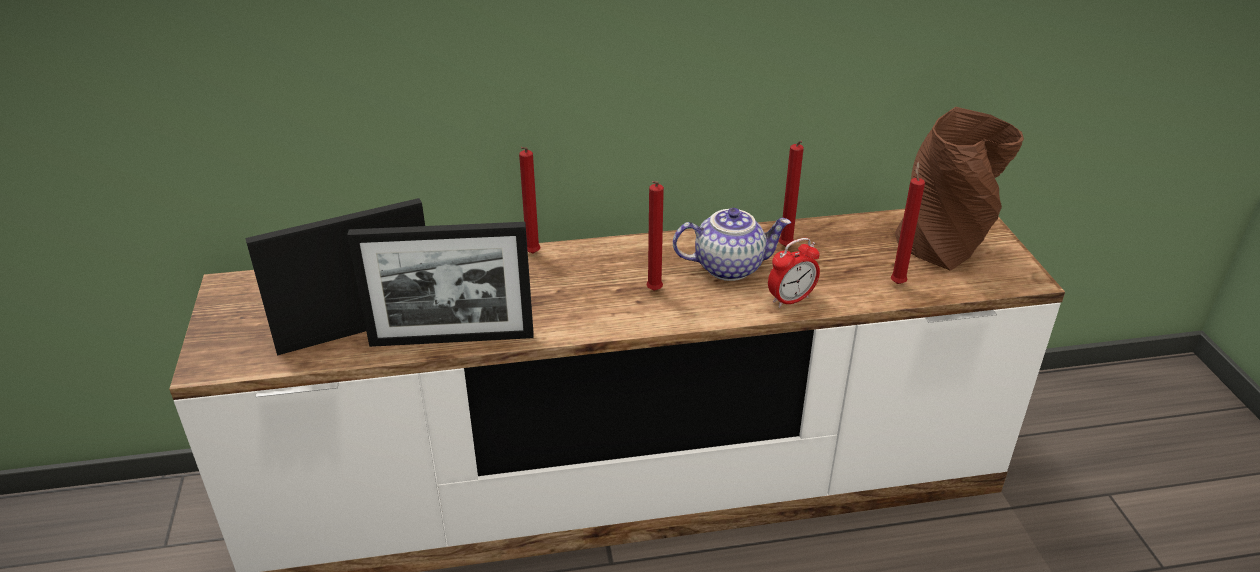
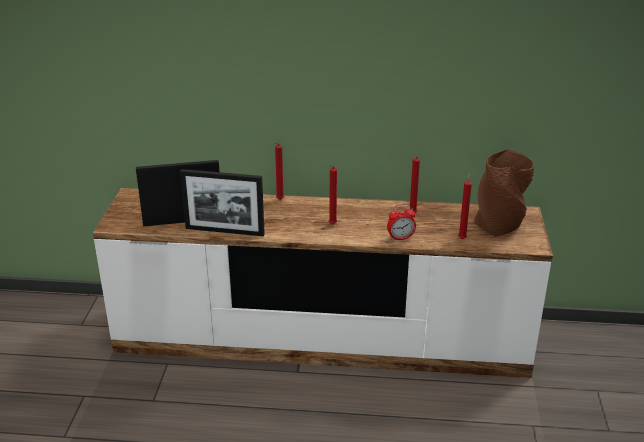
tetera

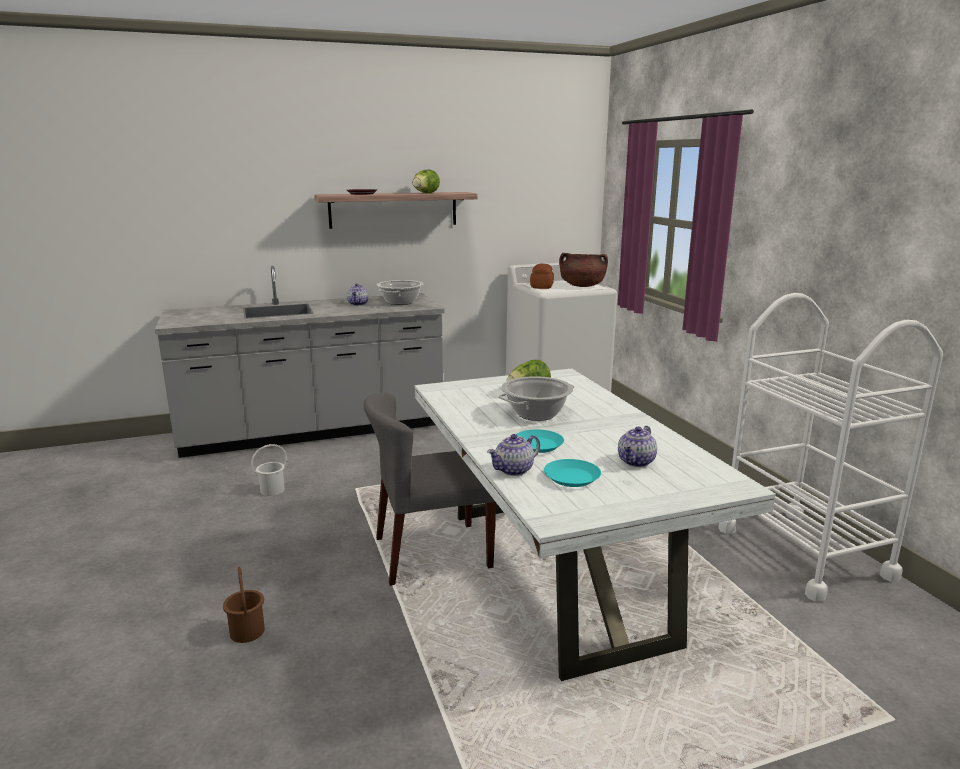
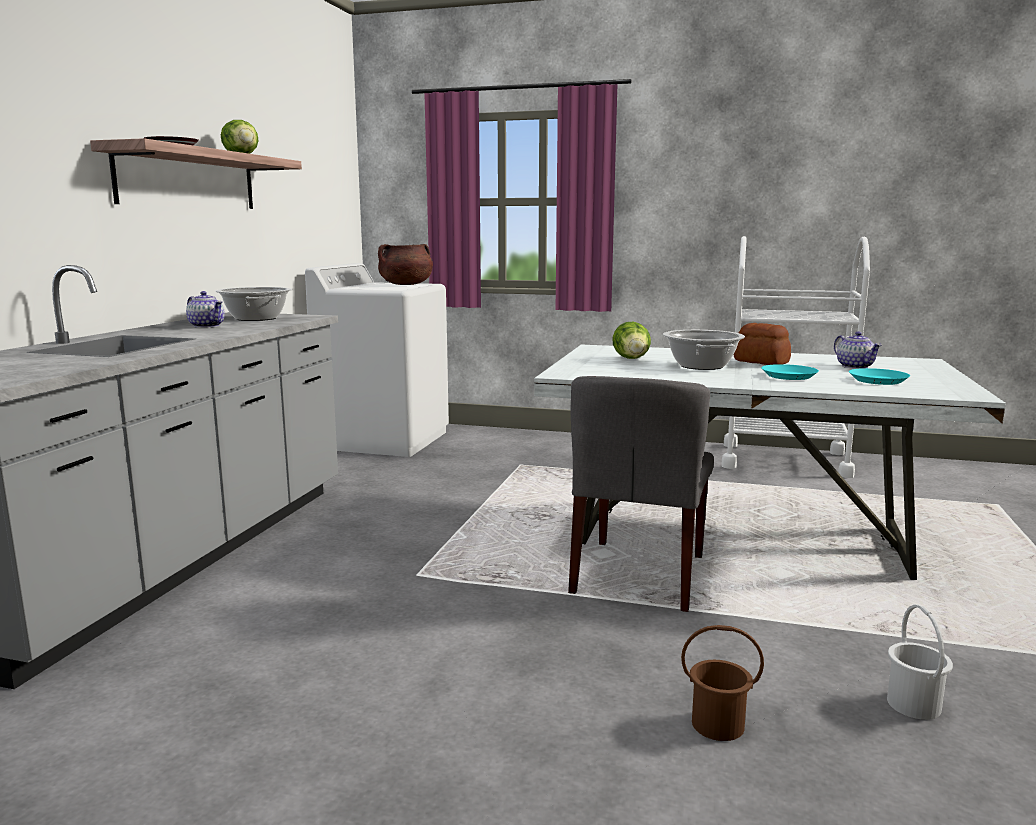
tetera (2nd from left in the first image)
cubo (blanco)
pan

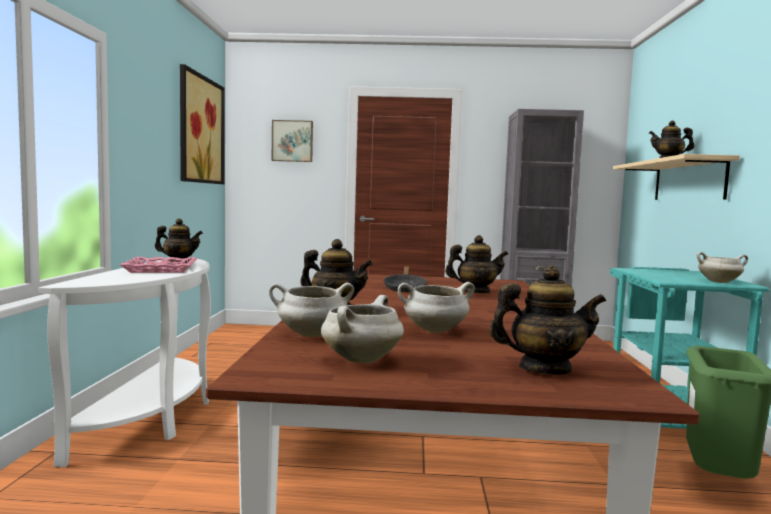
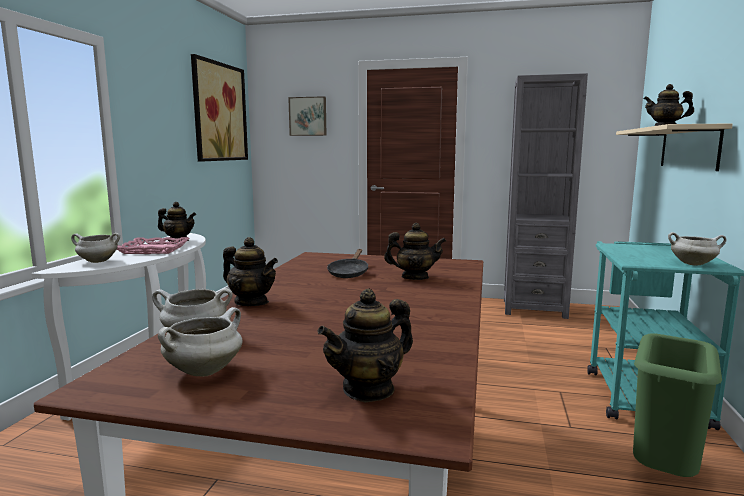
olla (blanco) (1st from left)
tetera (3rd from left)

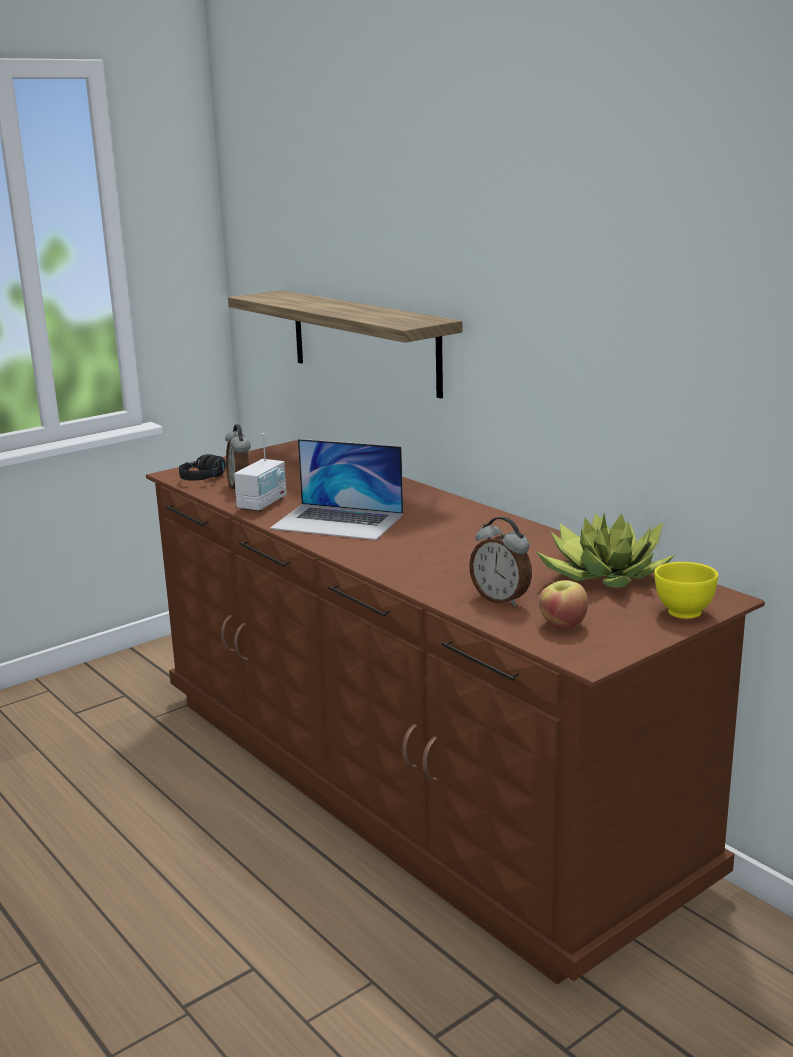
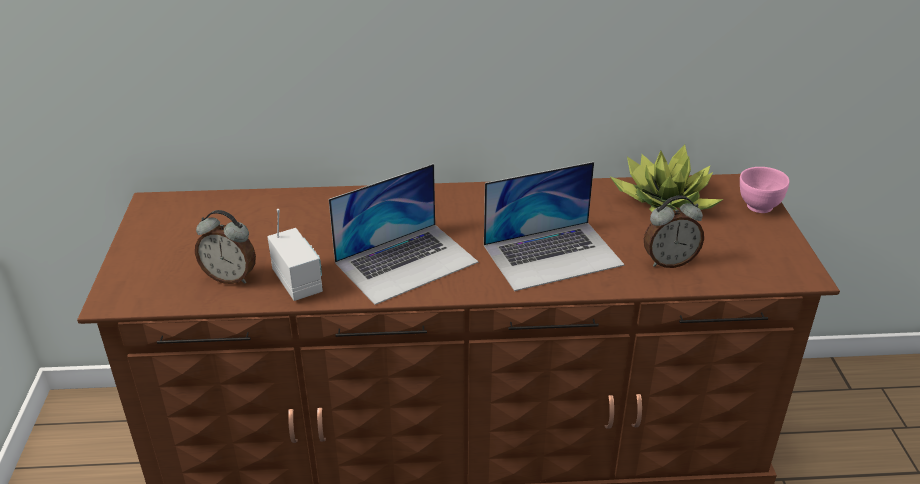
auriculares (negro)
estante
manzana
portátil (2nd from left)
cuenco (rosa)

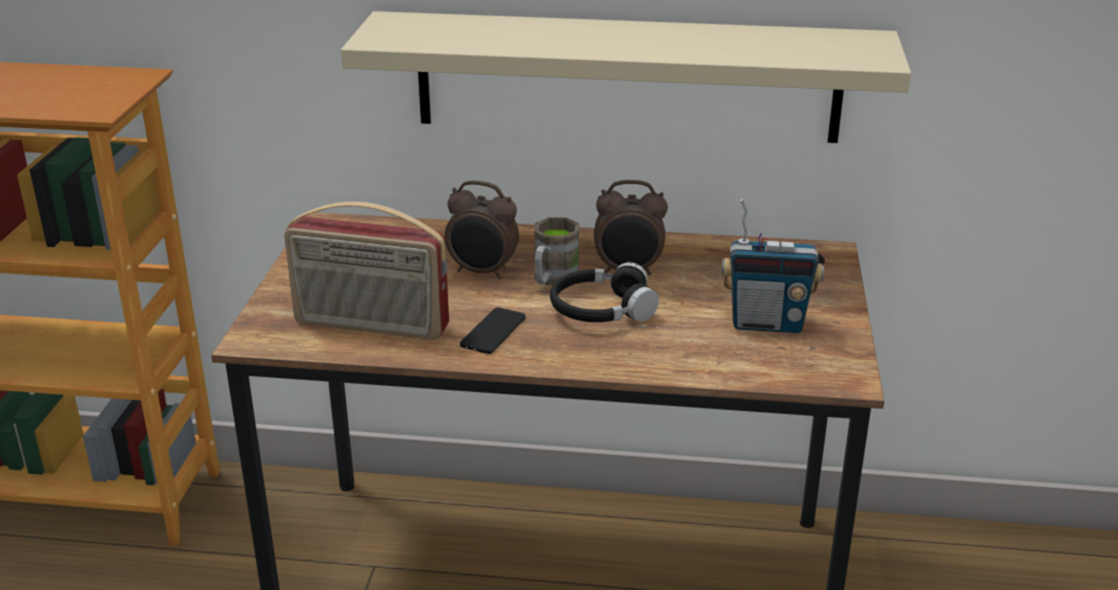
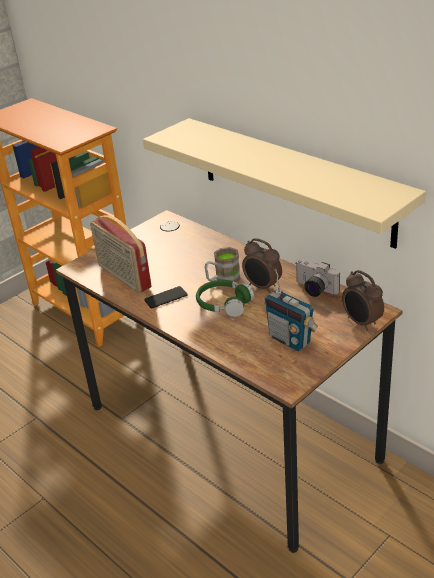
cámara
despertador (2nd from left)
auriculares (verde)

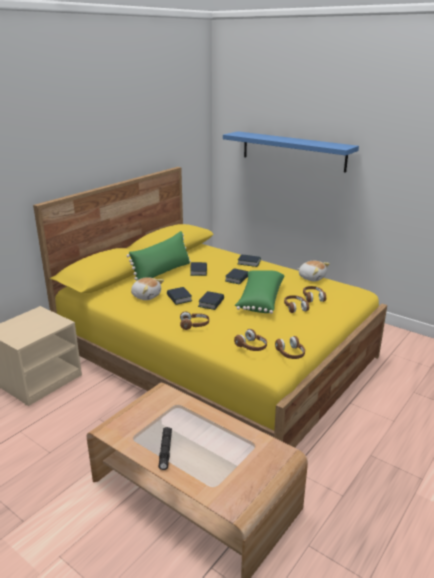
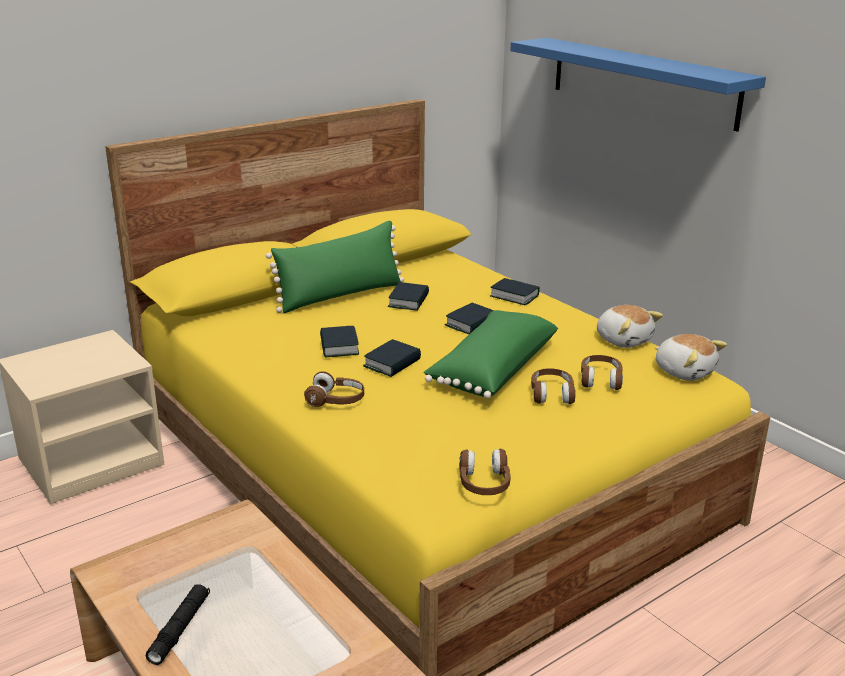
auriculares (marrón) (2nd from left in the first image)
peluche (2nd from left)

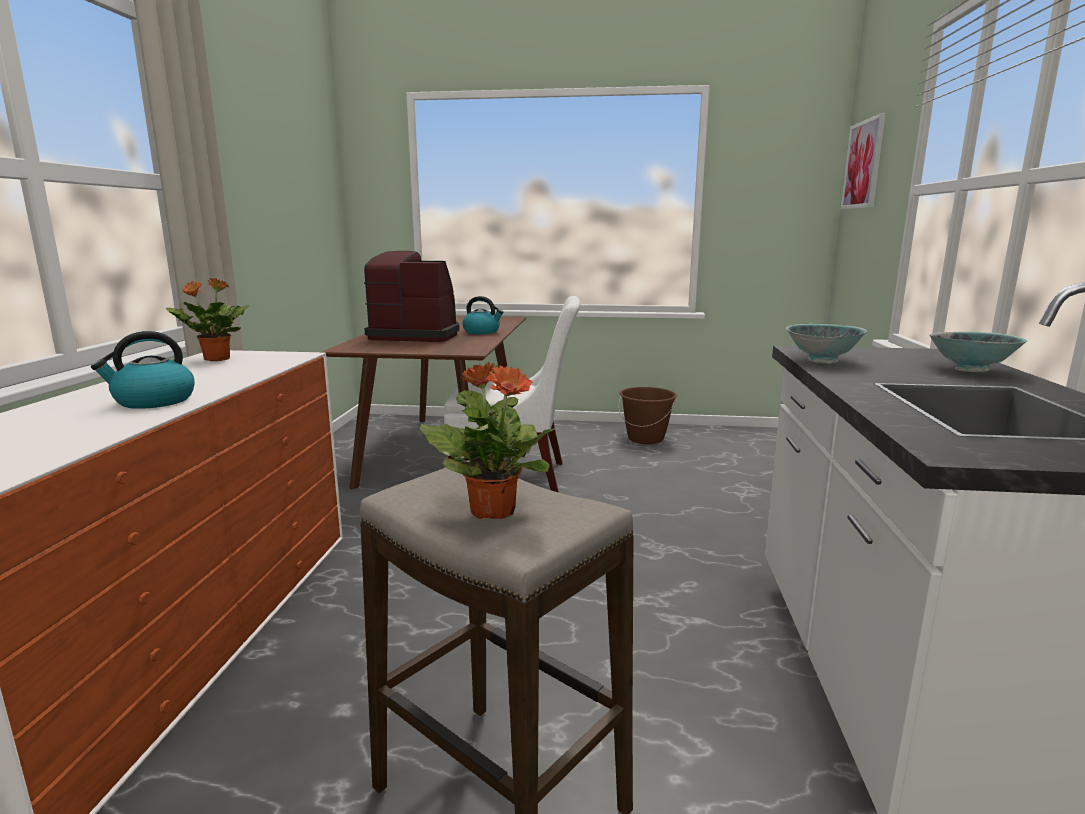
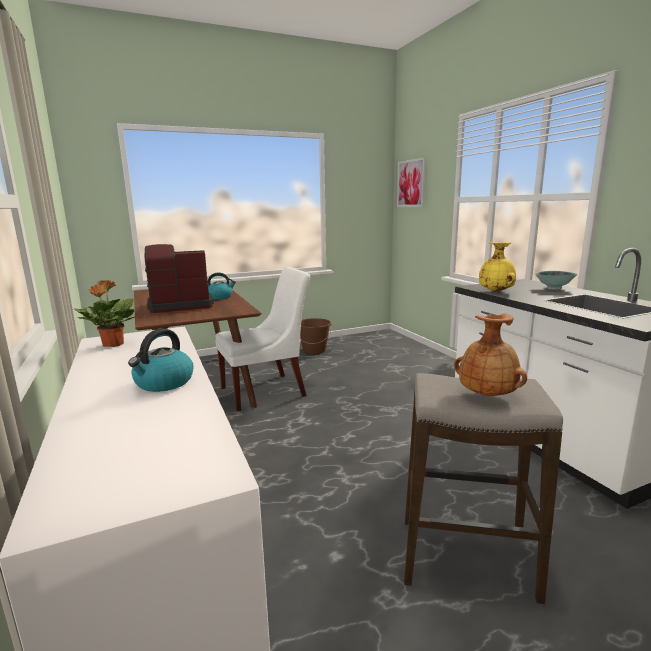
florero (marrón)
florero (amarillo)

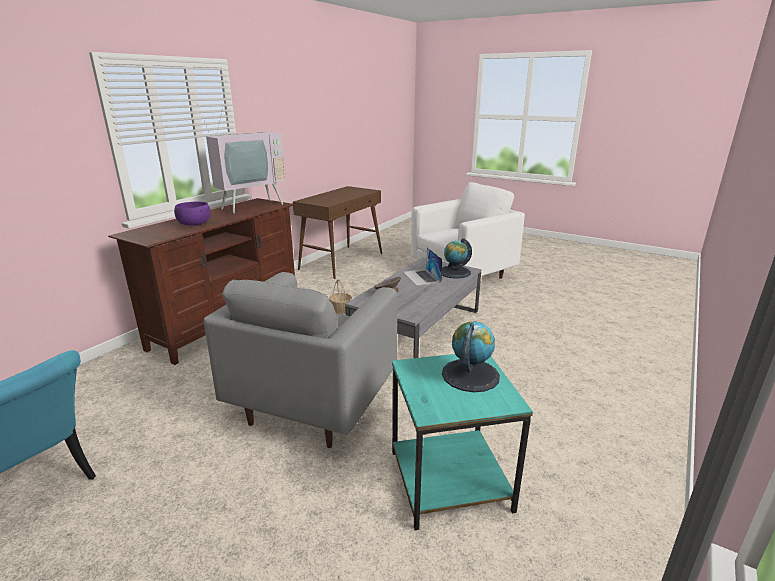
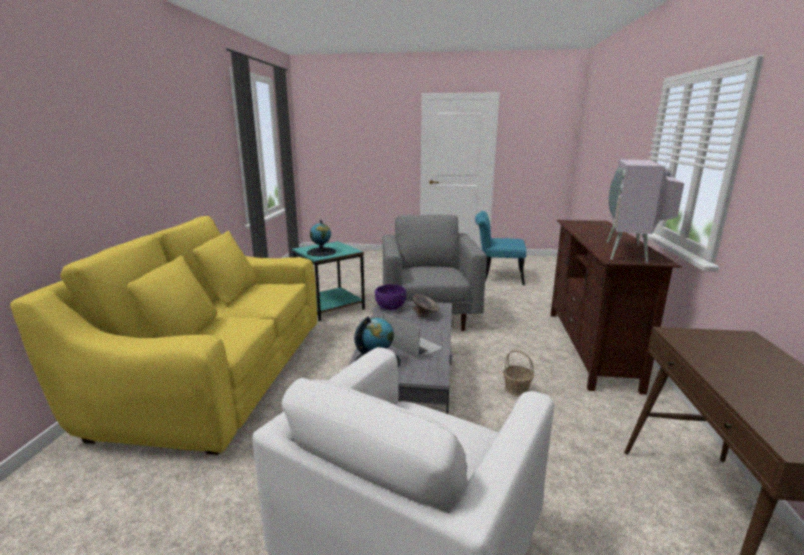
sofá (amarillo)
cuenco (morado)

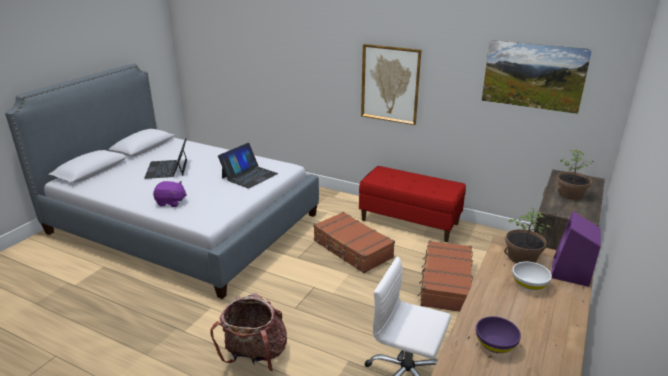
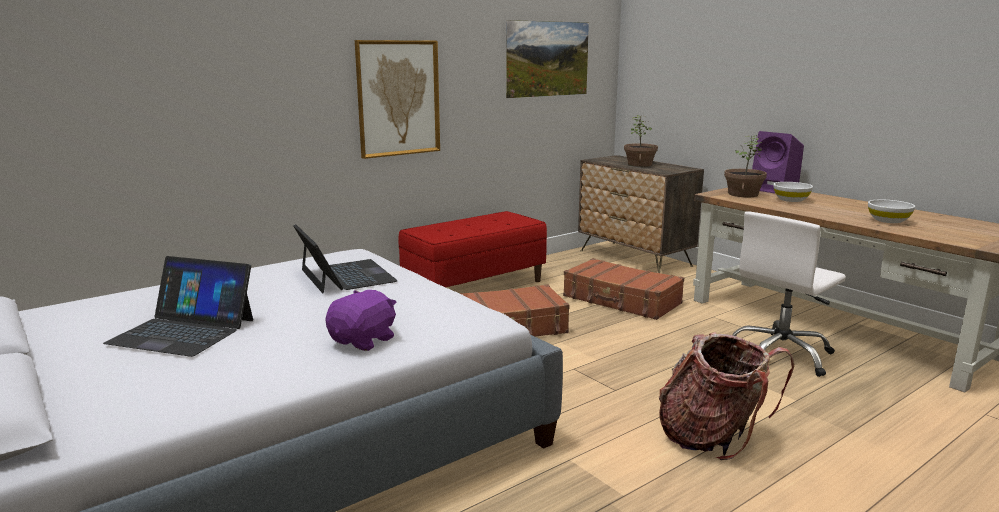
cuenco (blanco) (2nd from left)

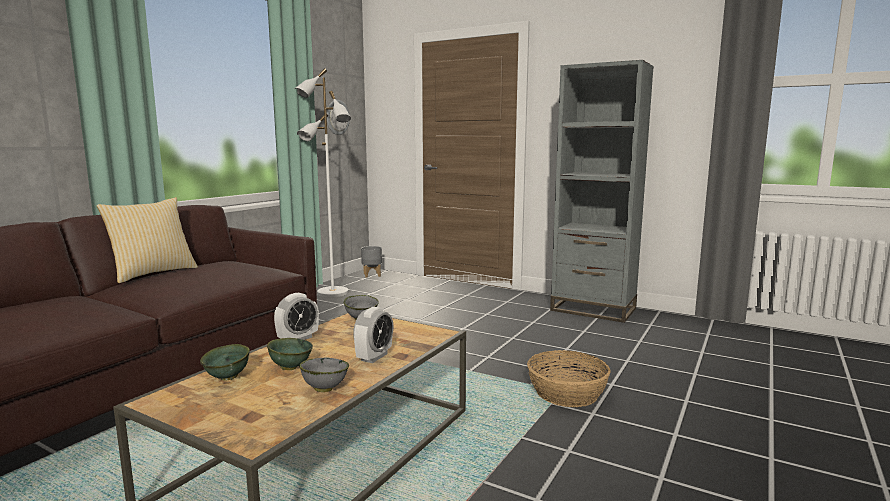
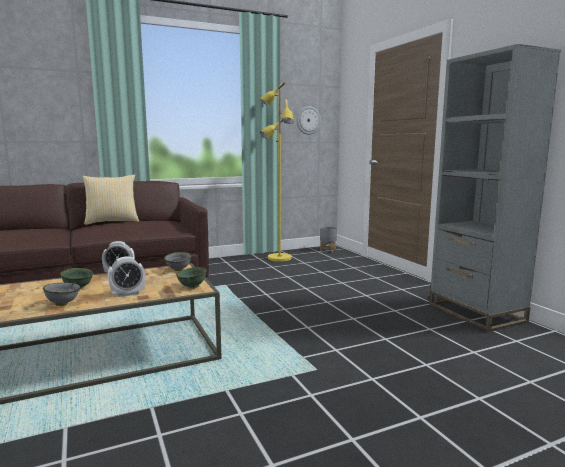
cesta
cuenco (verde) (2nd from left)
lámpara de pie (amarillo)

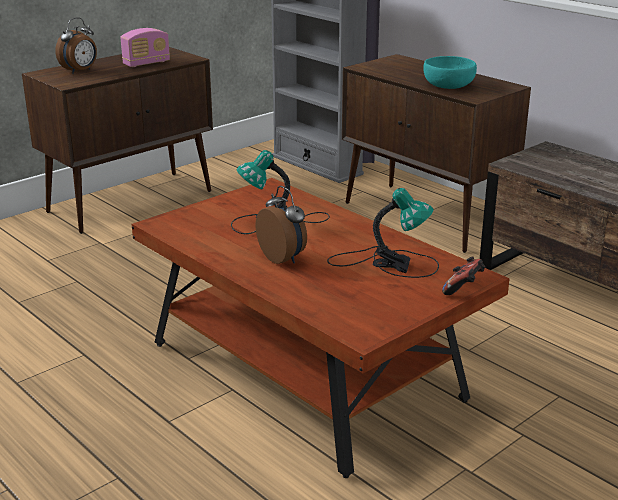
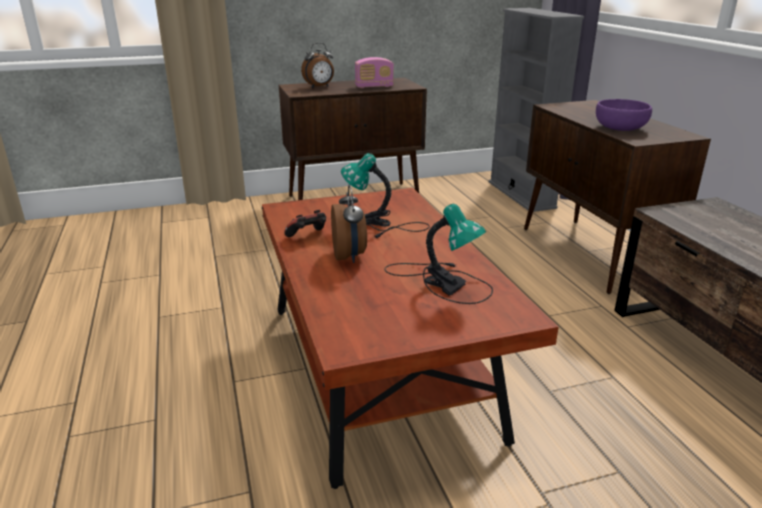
mando de consola
cuenco (morado)

